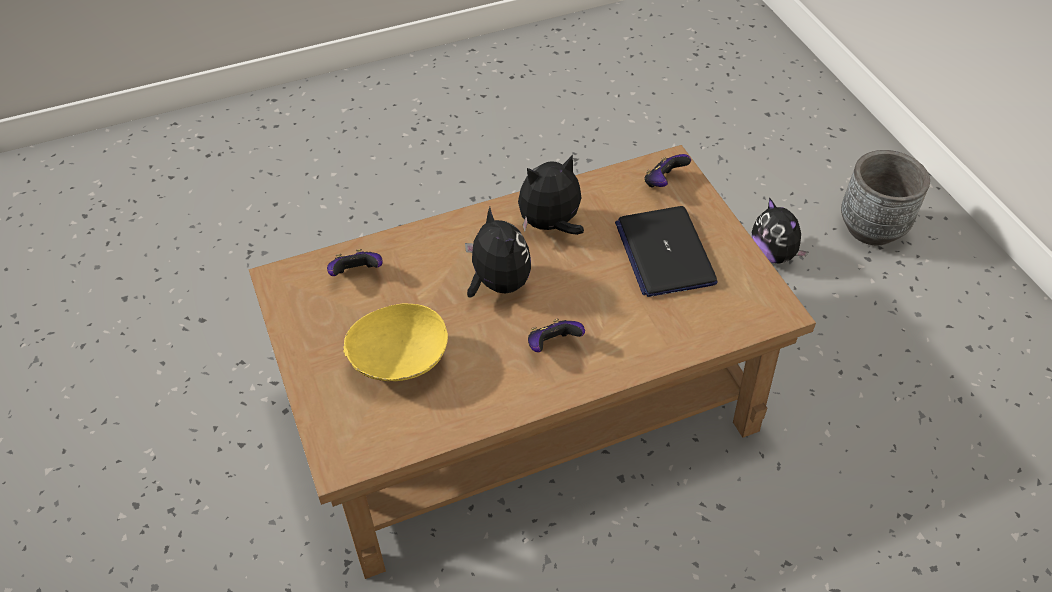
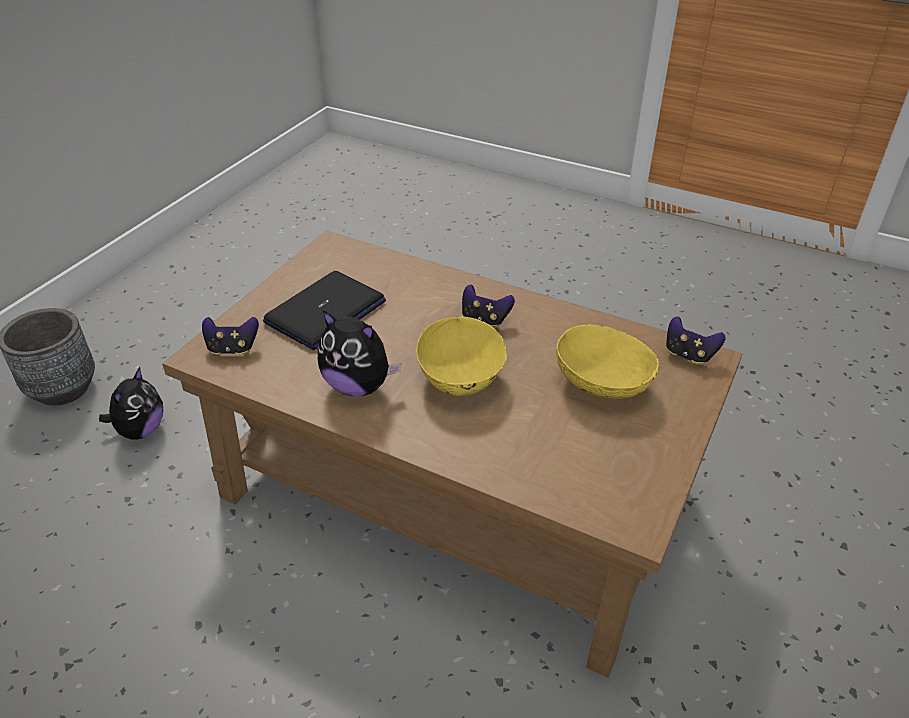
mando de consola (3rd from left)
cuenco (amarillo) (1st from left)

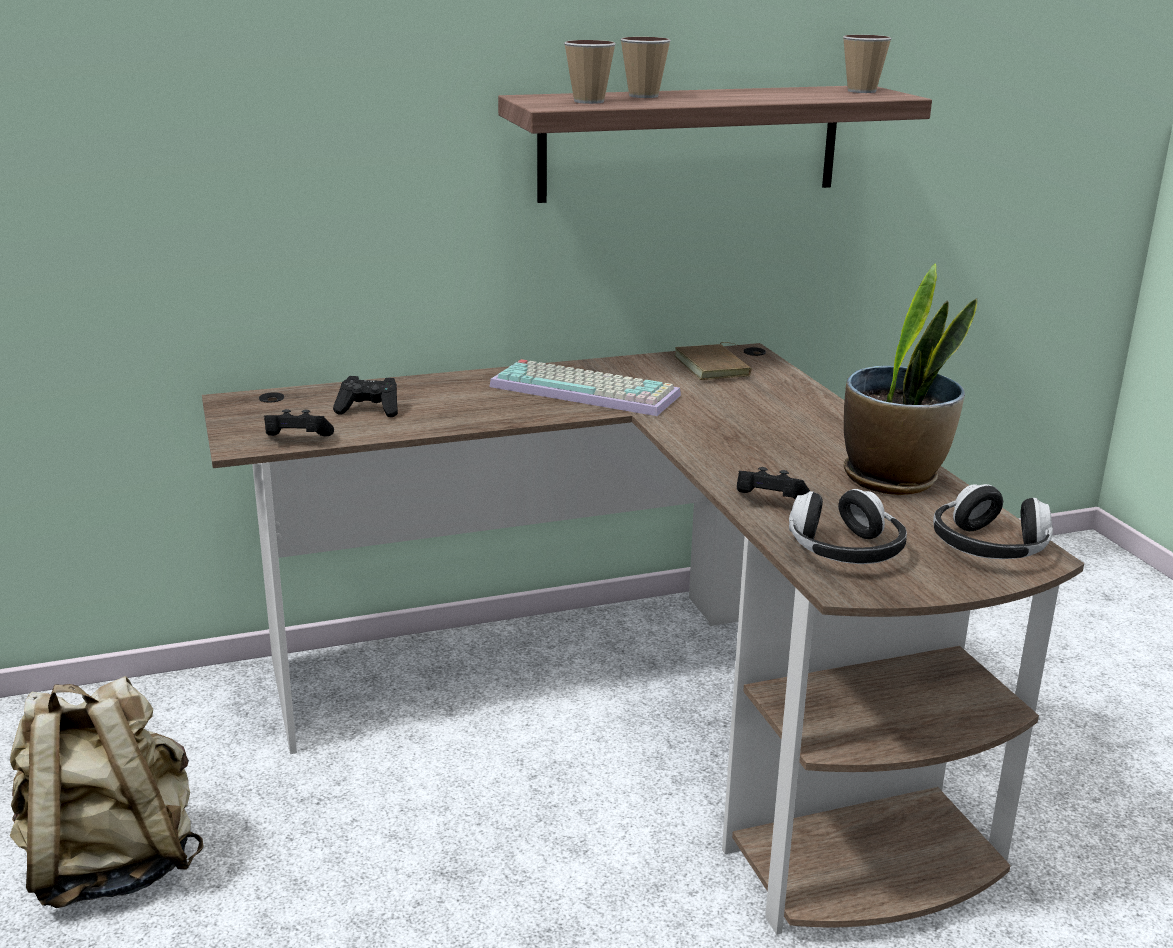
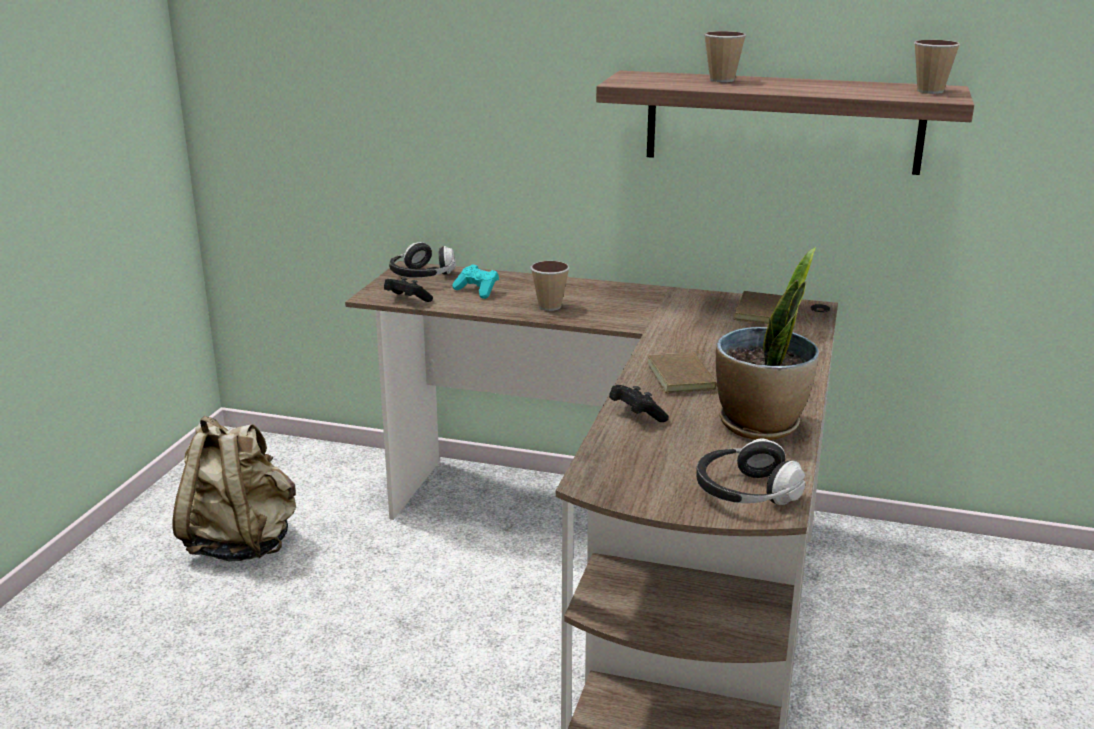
teclado
libro (marrón) (1st from left)
taza (1st from left)
auriculares (1st from left)
mando de consola (turquesa)

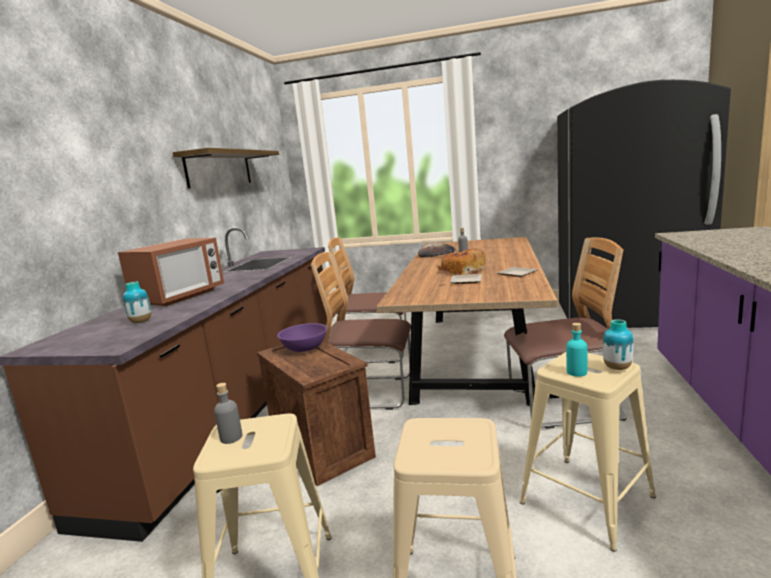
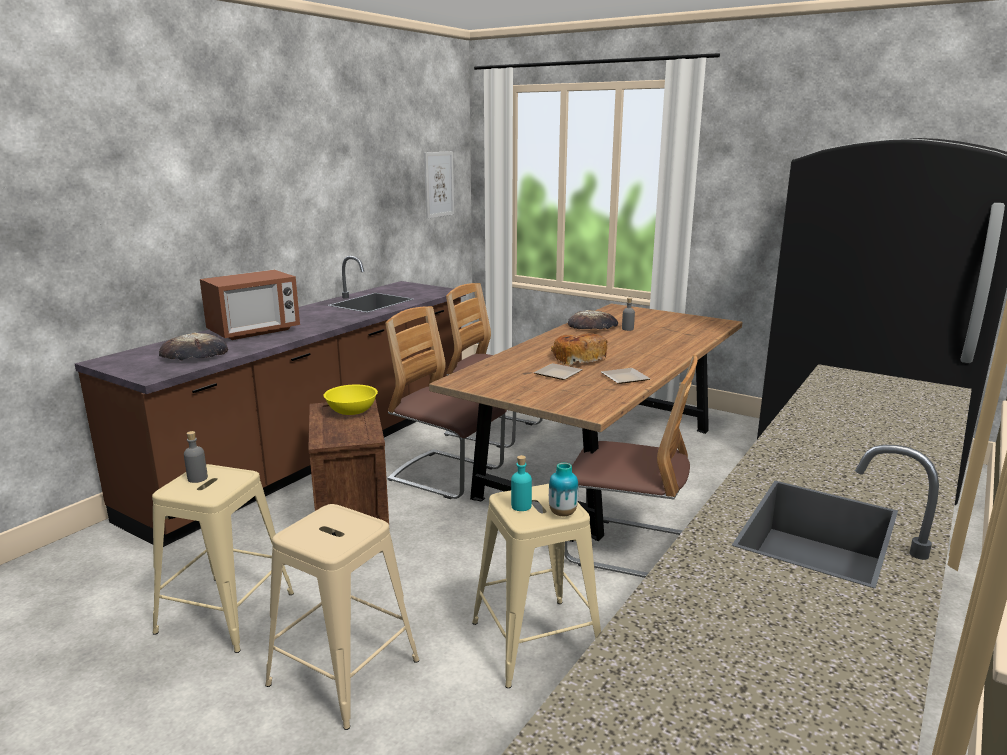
estante
cuadro
pan (1st from left)
cuenco (amarillo)

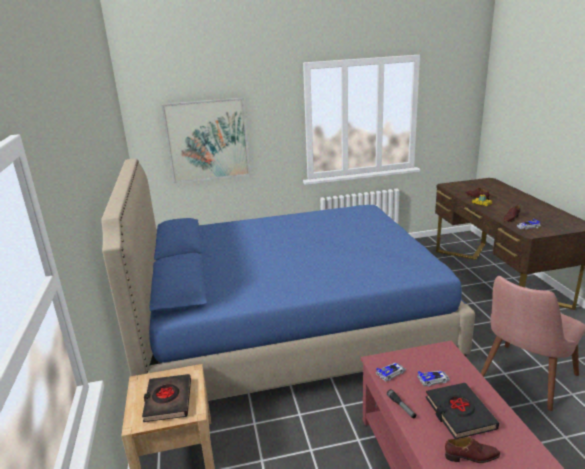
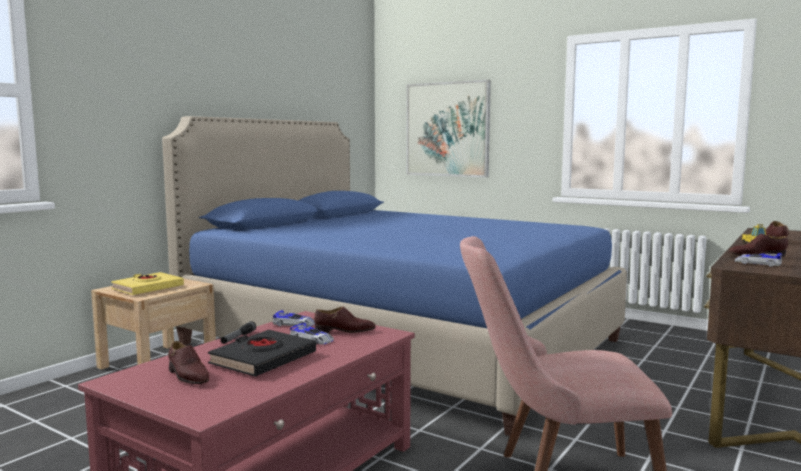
zapato (marrón) (2nd from left)
libro (amarillo)

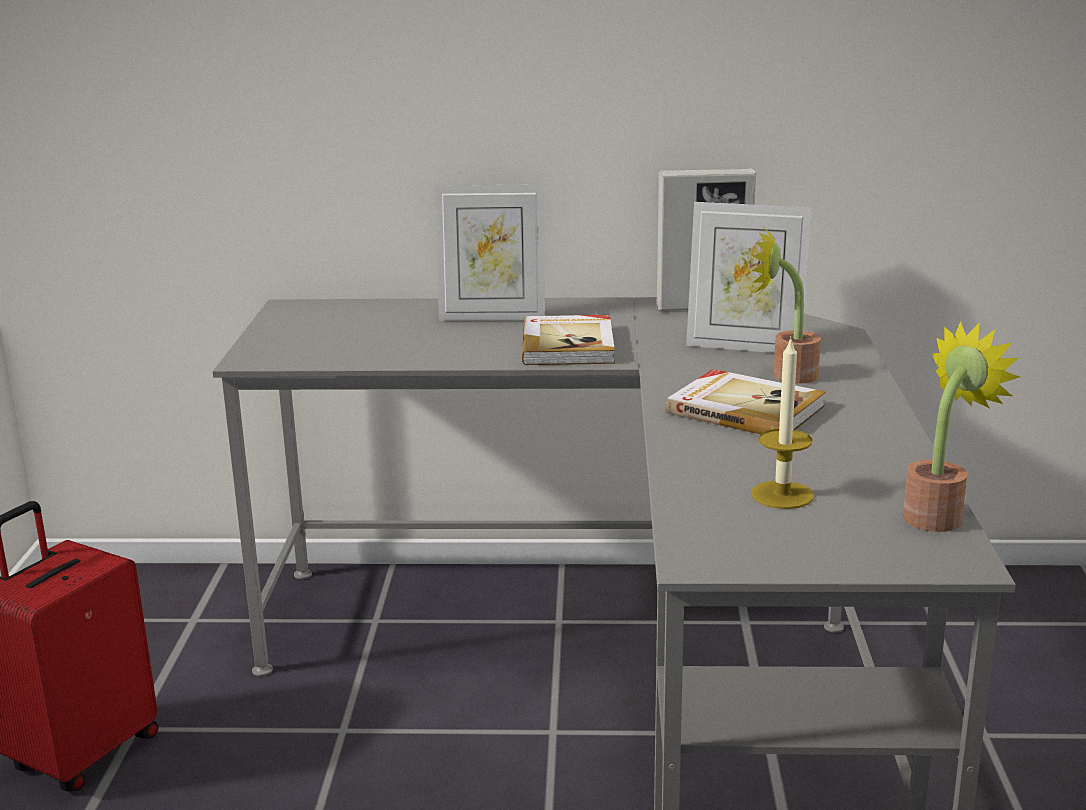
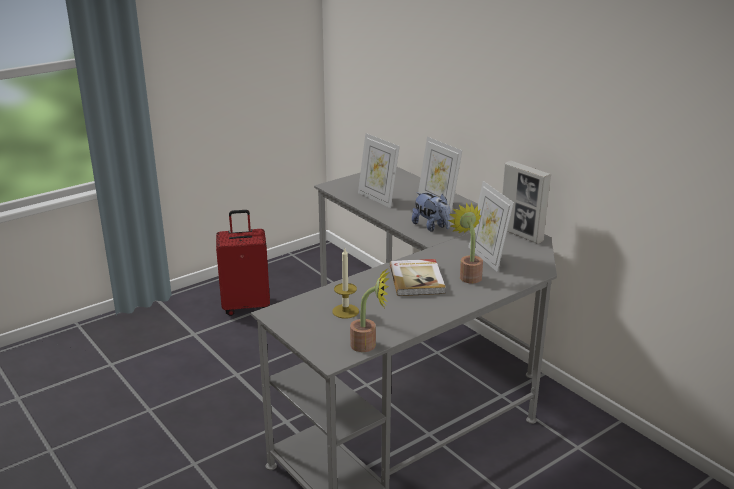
portarretratos (1st from left)
peluche

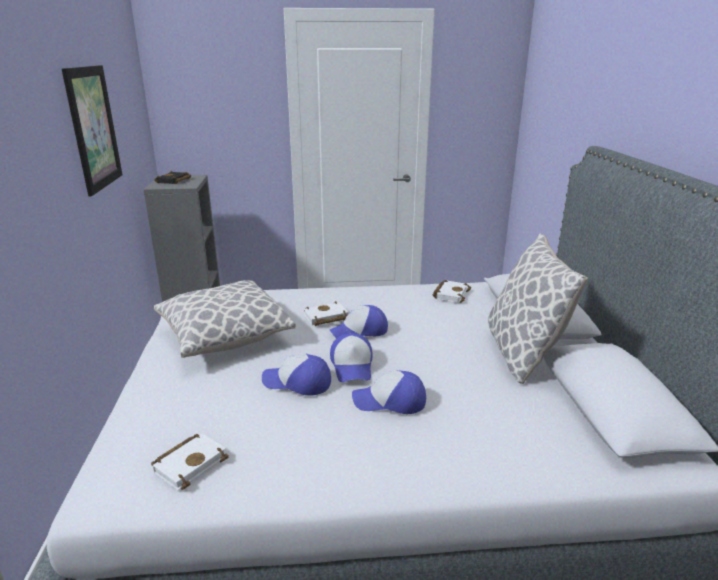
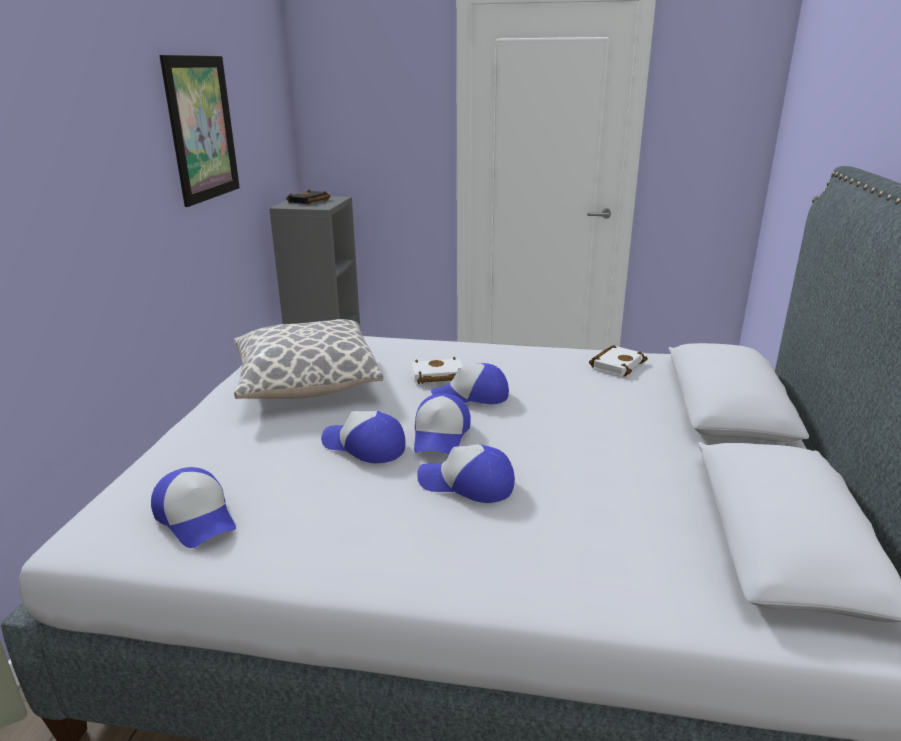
cojín (2nd from left in the first image)
gorra (1st from left)

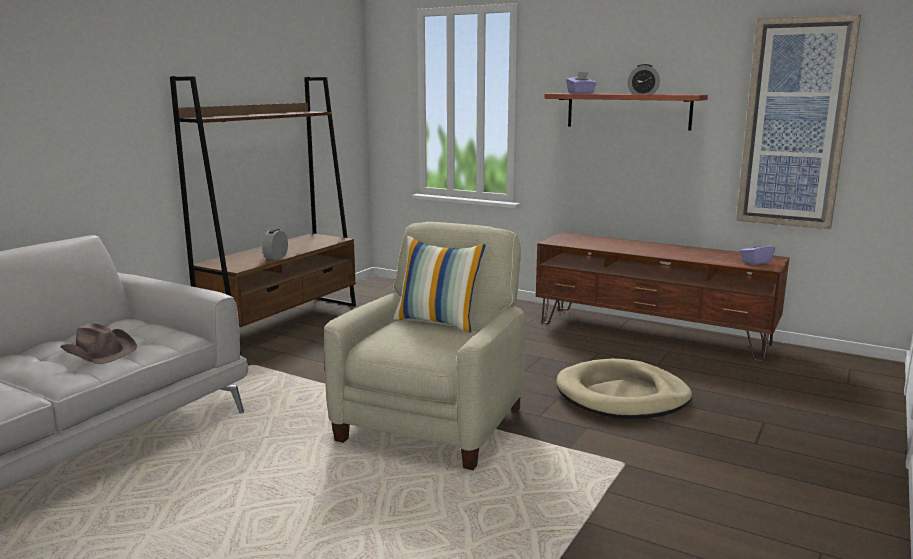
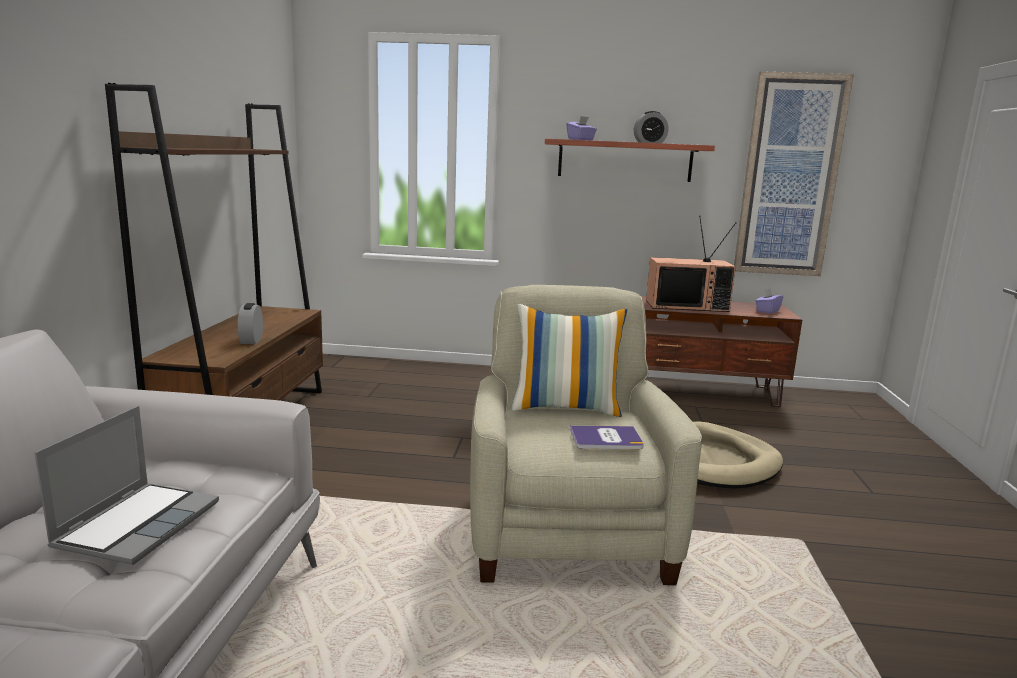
libro
televisor
portátil

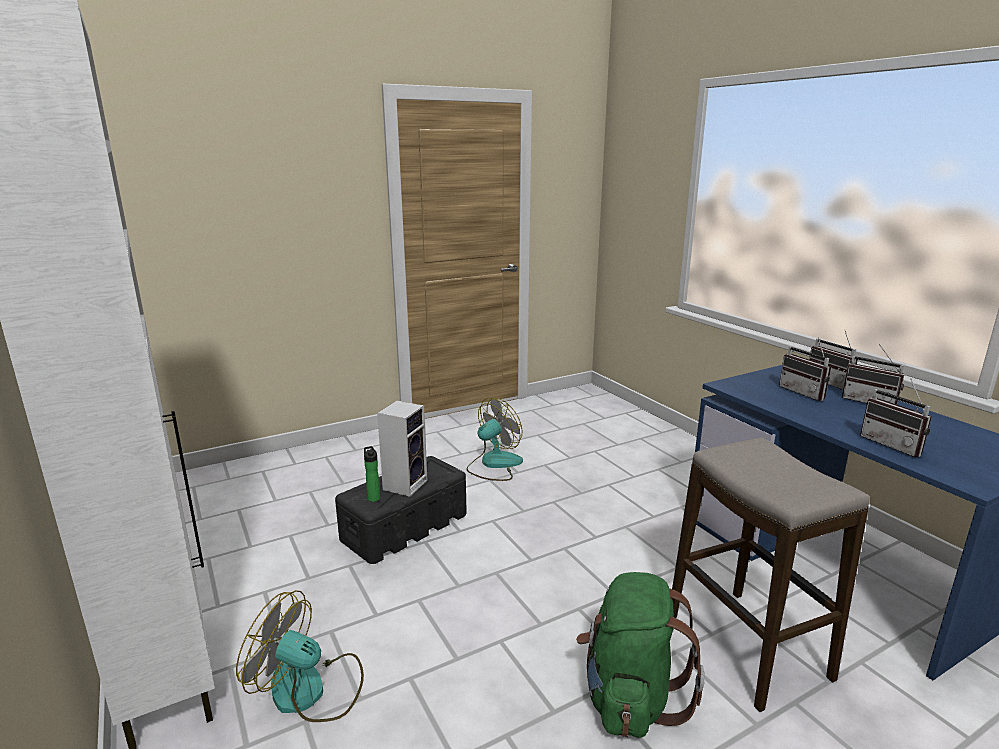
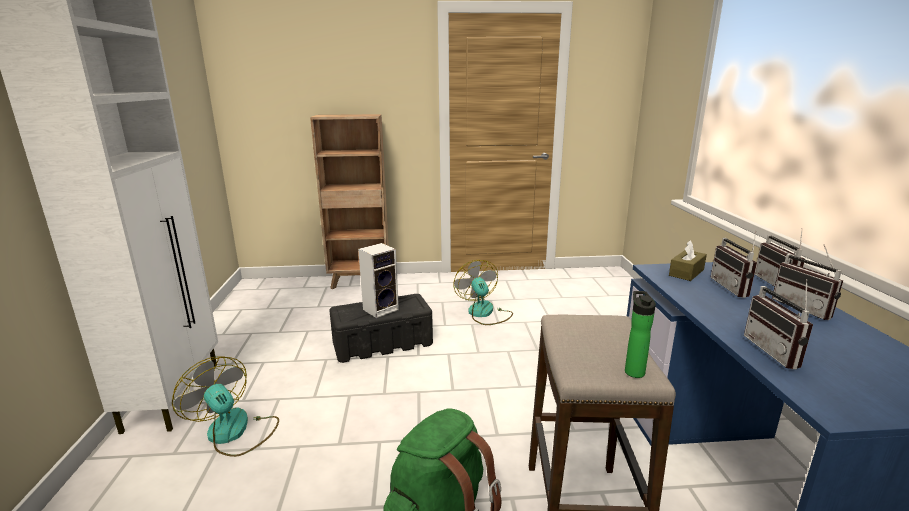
estantería (marrón)
caja de pañuelos (marrón)
botella
ventilador (2nd from left)

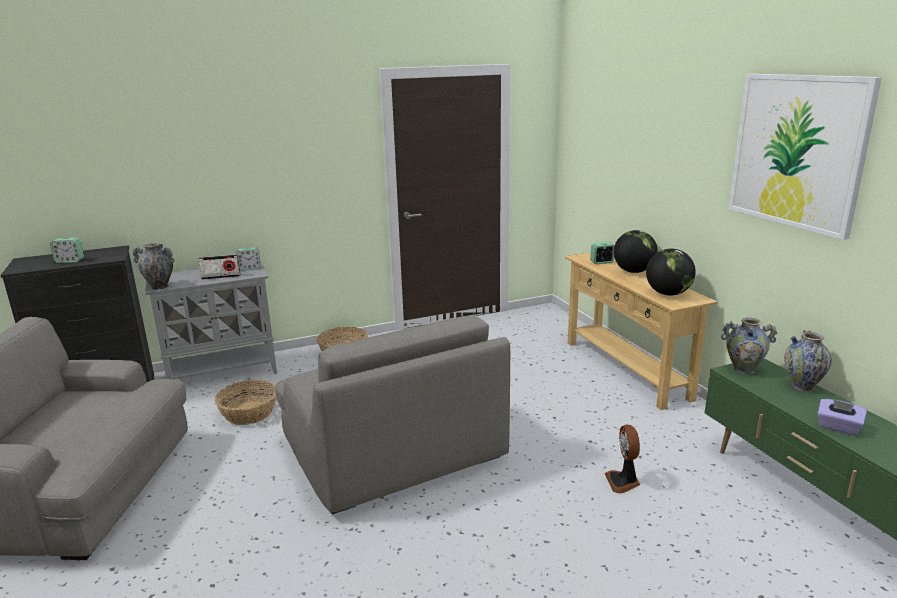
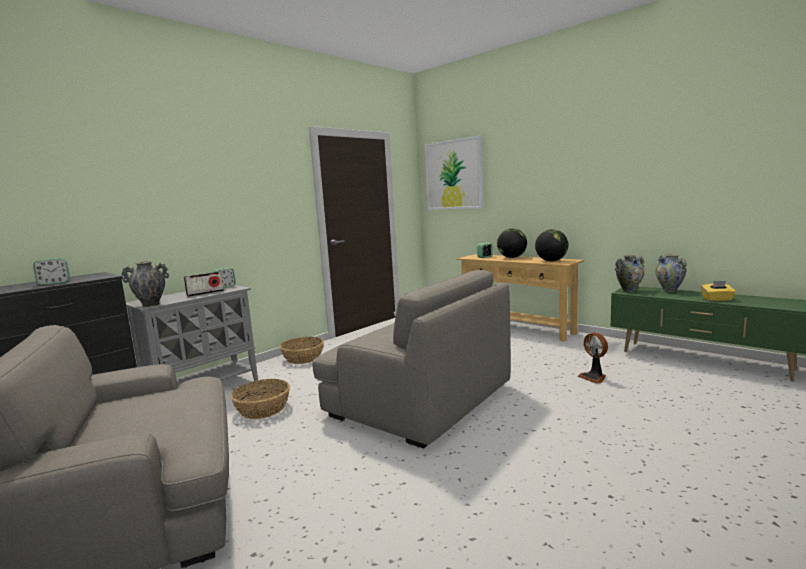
cuadro
caja de pañuelos (amarillo)

